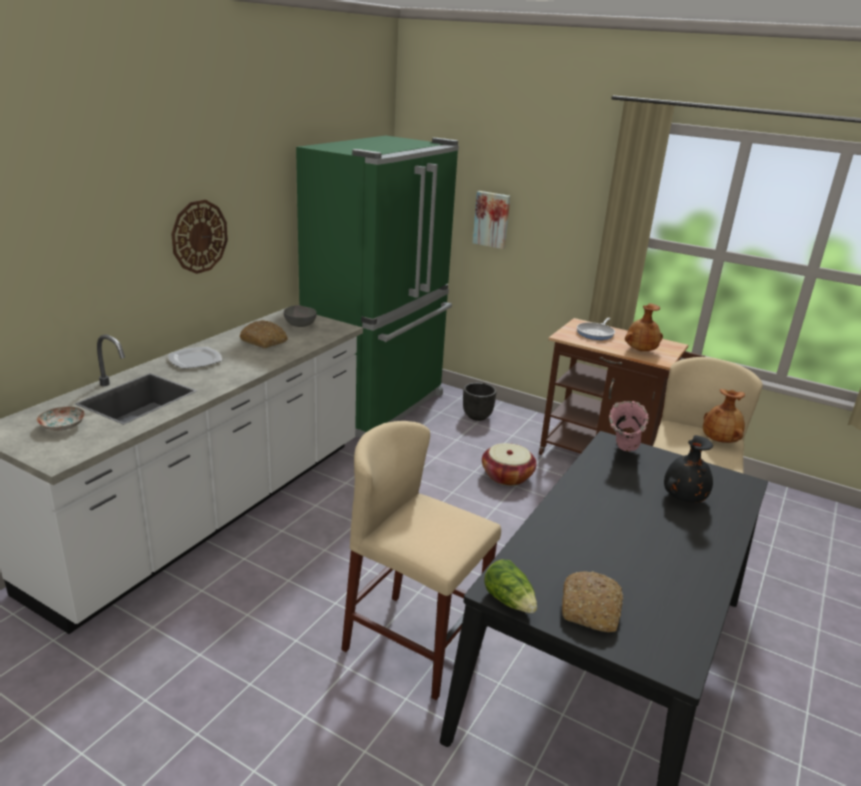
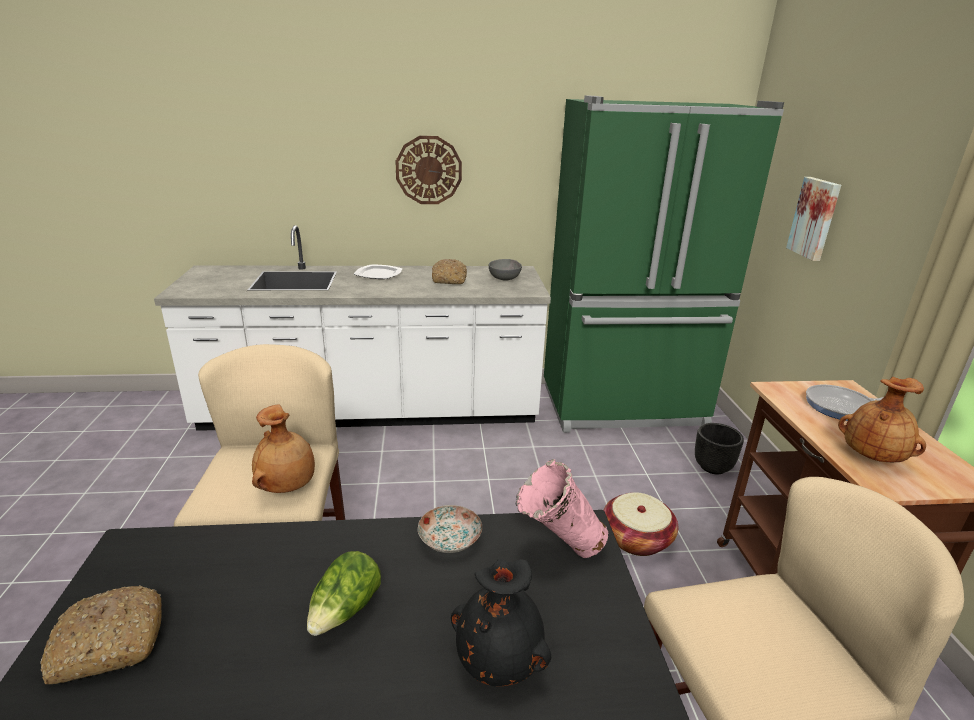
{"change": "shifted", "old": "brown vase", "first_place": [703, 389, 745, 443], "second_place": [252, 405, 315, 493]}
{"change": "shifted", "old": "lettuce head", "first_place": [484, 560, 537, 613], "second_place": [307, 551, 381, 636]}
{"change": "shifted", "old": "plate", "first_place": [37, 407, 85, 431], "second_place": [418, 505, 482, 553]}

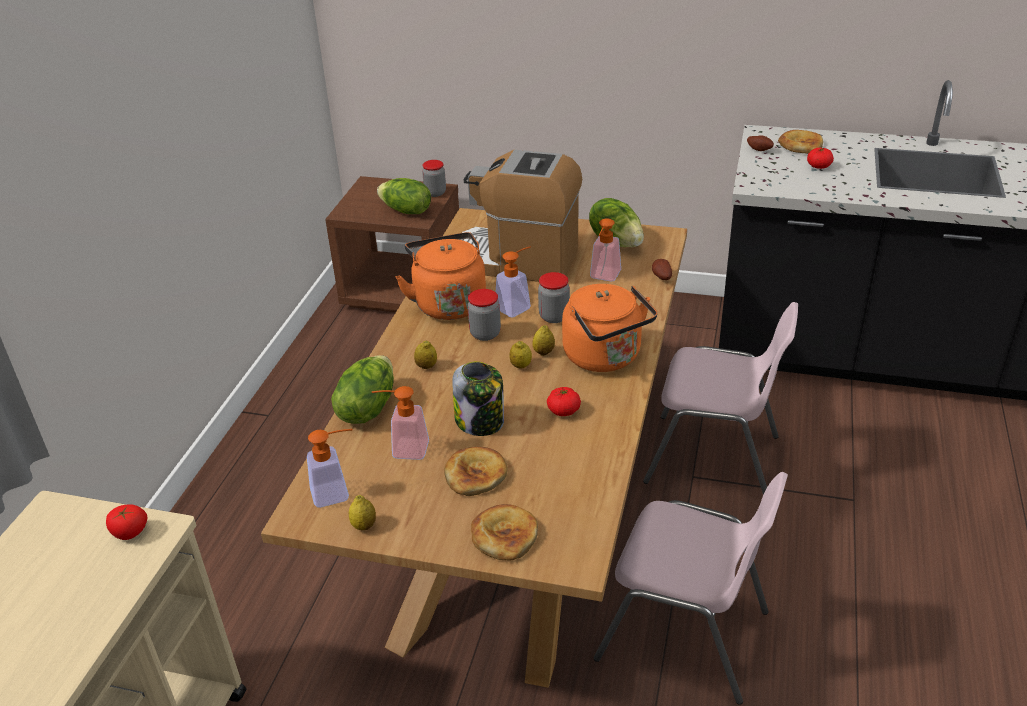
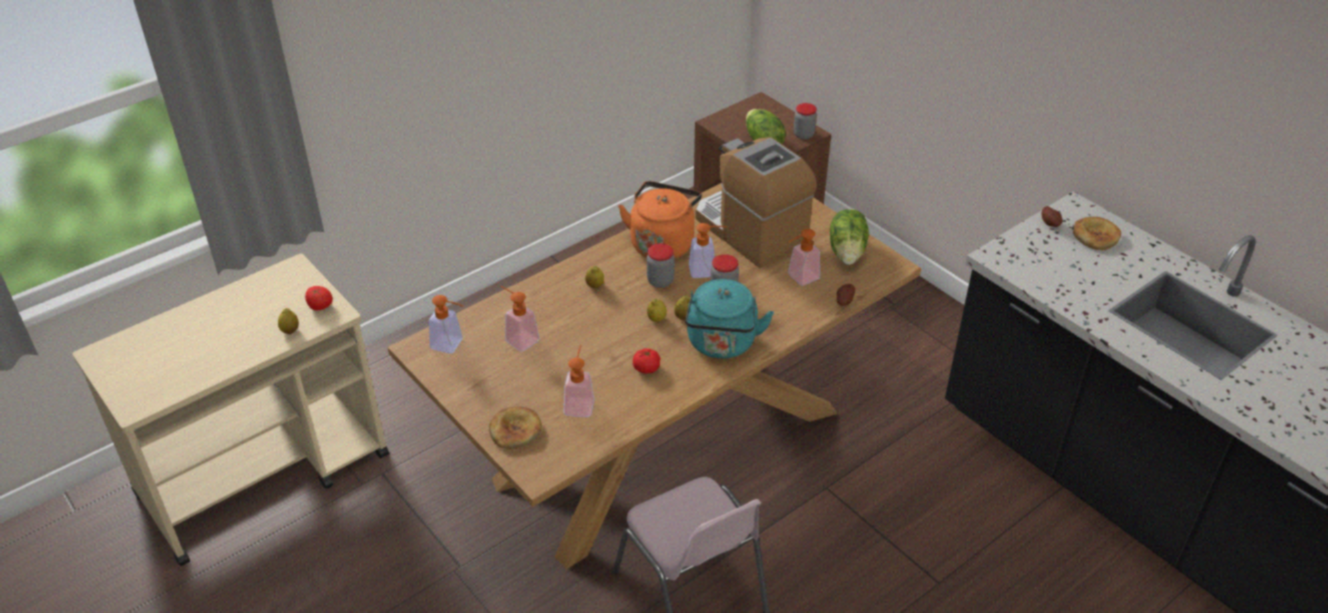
{"change": "shifted", "old": "whole lemon", "first_place": [349, 495, 376, 530], "second_place": [278, 308, 299, 334]}
{"change": "new", "new": "liquid soap bottle", "second_place": [564, 345, 594, 417]}
{"change": "repainted", "old": "orange-coloured kettle", "new": "blue-green kettle", "first_place": [562, 284, 657, 372], "second_place": [685, 279, 774, 359]}
{"change": "gone", "old": "lettuce head", "first_place": [331, 355, 394, 424]}
{"change": "gone", "old": "bread", "first_place": [444, 447, 508, 496]}
{"change": "gone", "old": "jar", "first_place": [452, 361, 504, 436]}
{"change": "gone", "old": "pink chair", "first_place": [643, 302, 798, 495]}
{"change": "gone", "old": "fresh tomato", "first_place": [807, 148, 834, 169]}

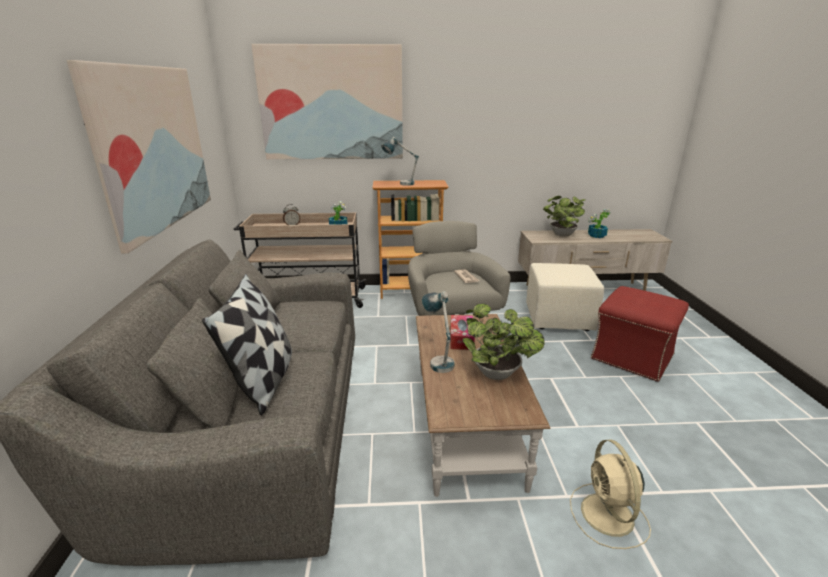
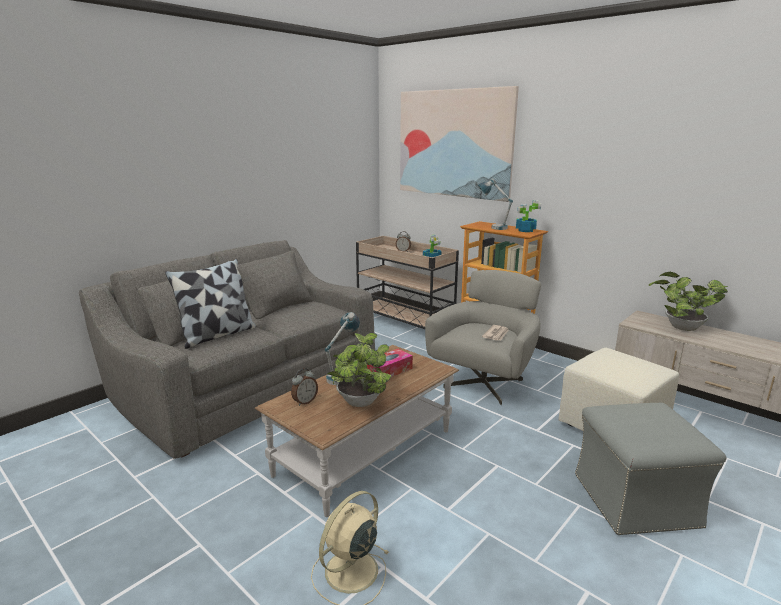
{"change": "new", "new": "table clock", "second_place": [291, 368, 318, 406]}
{"change": "shifted", "old": "potted plant", "first_place": [588, 209, 611, 238], "second_place": [516, 200, 541, 232]}
{"change": "repainted", "old": "reddish ottoman", "new": "greyish ottoman", "first_place": [591, 286, 689, 382], "second_place": [575, 403, 726, 535]}
{"change": "gone", "old": "wall art", "first_place": [66, 60, 211, 254]}

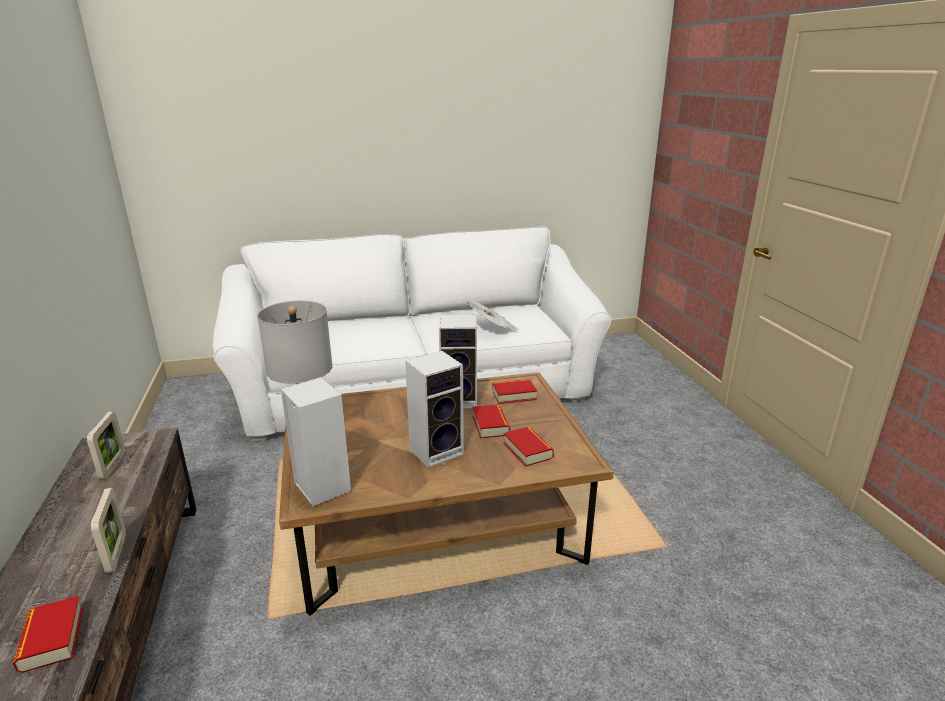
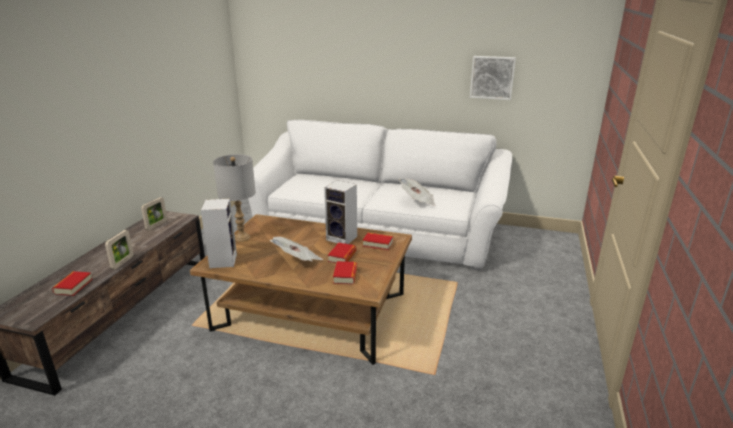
{"change": "swapped", "old": "audio speaker", "new": "printed paper", "first_place": [405, 351, 464, 468], "second_place": [270, 237, 323, 261]}
{"change": "new", "new": "wall art", "second_place": [470, 56, 516, 100]}

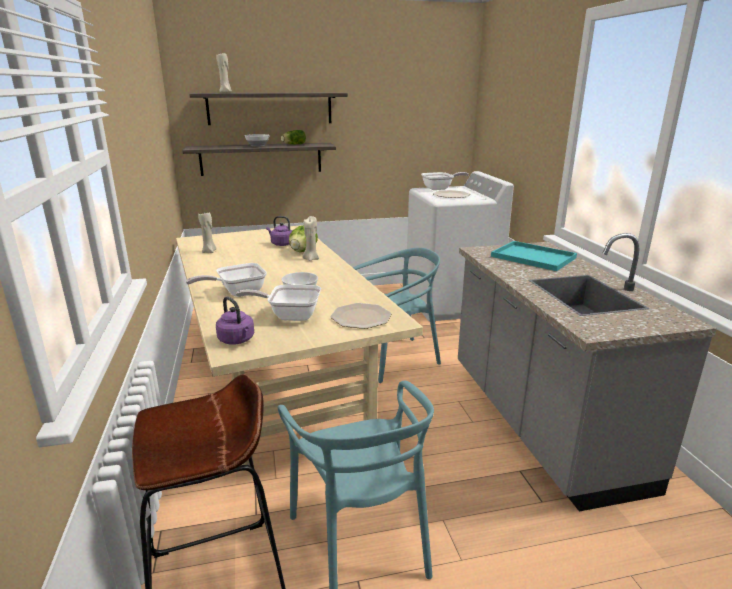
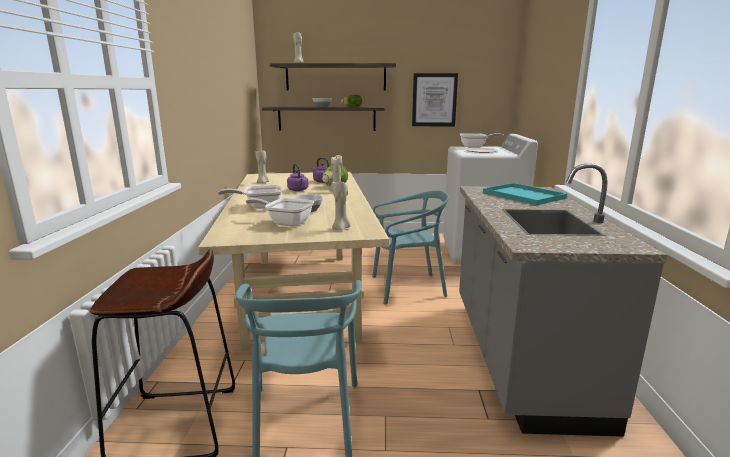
{"change": "shifted", "old": "purplish kettle", "first_place": [216, 297, 254, 345], "second_place": [287, 164, 308, 191]}
{"change": "swapped", "old": "plate", "new": "beige wax light", "first_place": [330, 303, 391, 329], "second_place": [332, 182, 350, 231]}
{"change": "new", "new": "wall art", "second_place": [412, 73, 458, 126]}

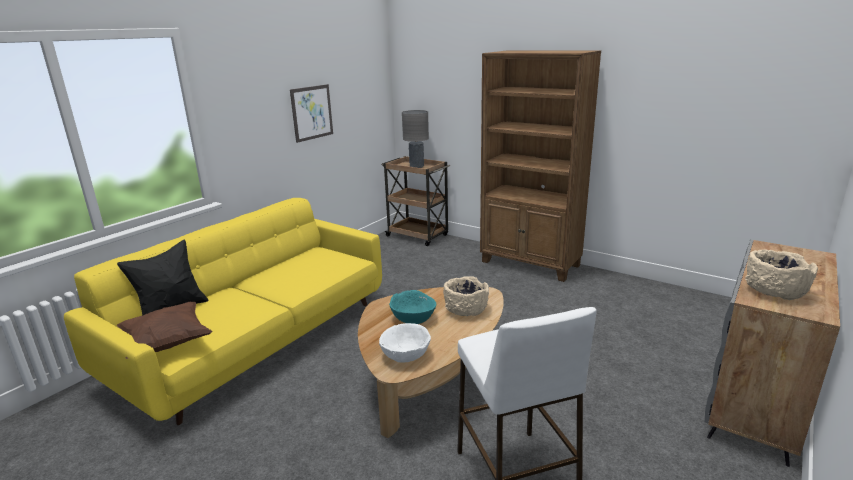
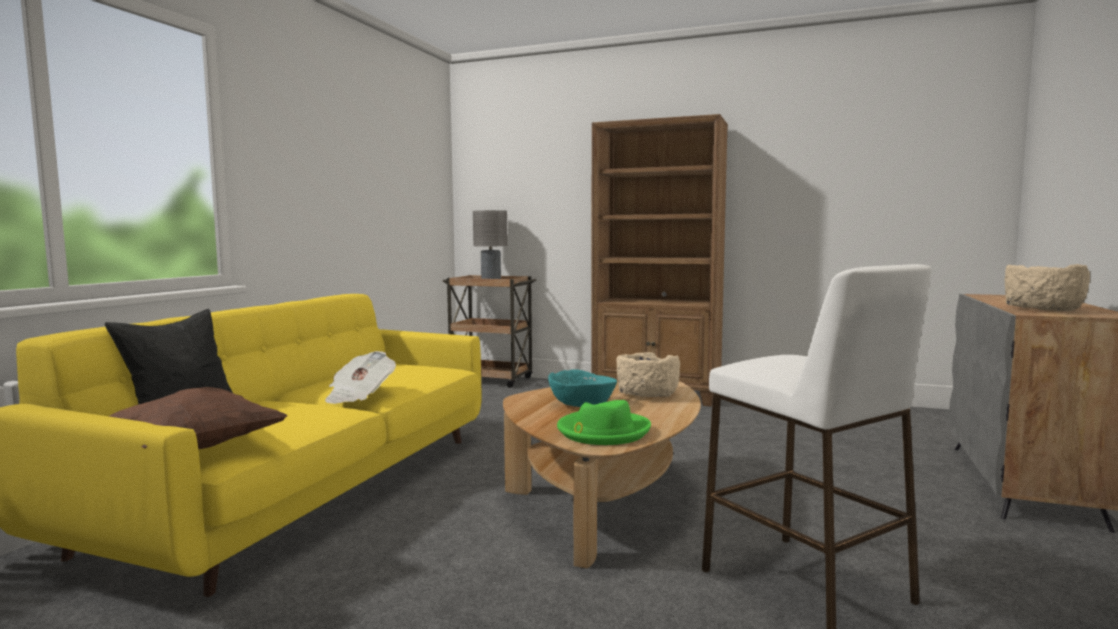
{"change": "new", "new": "printed paper", "second_place": [325, 351, 396, 404]}
{"change": "swapped", "old": "whitish deep dish", "new": "green-coloured clothing hat", "first_place": [379, 323, 431, 362], "second_place": [557, 400, 651, 445]}
{"change": "gone", "old": "wall art", "first_place": [290, 84, 333, 143]}

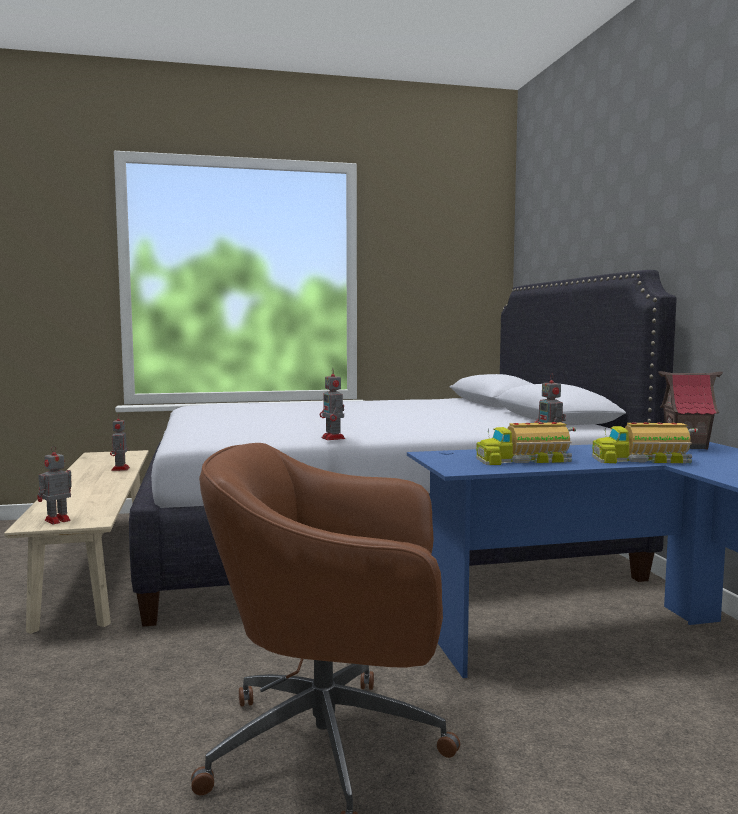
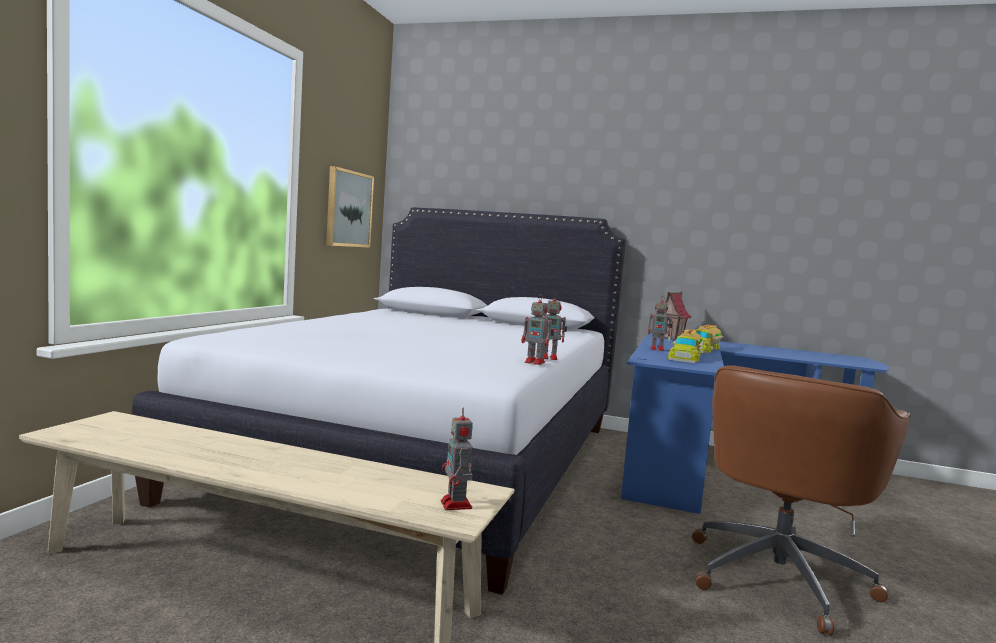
{"change": "new", "new": "wall art", "second_place": [326, 166, 374, 248]}
{"change": "shifted", "old": "robot figure", "first_place": [110, 414, 130, 471], "second_place": [521, 294, 554, 365]}

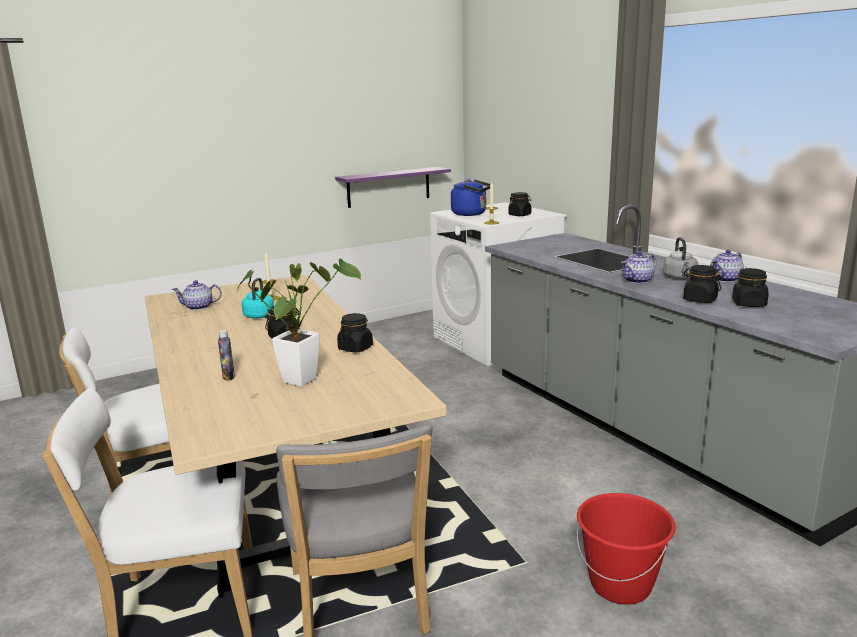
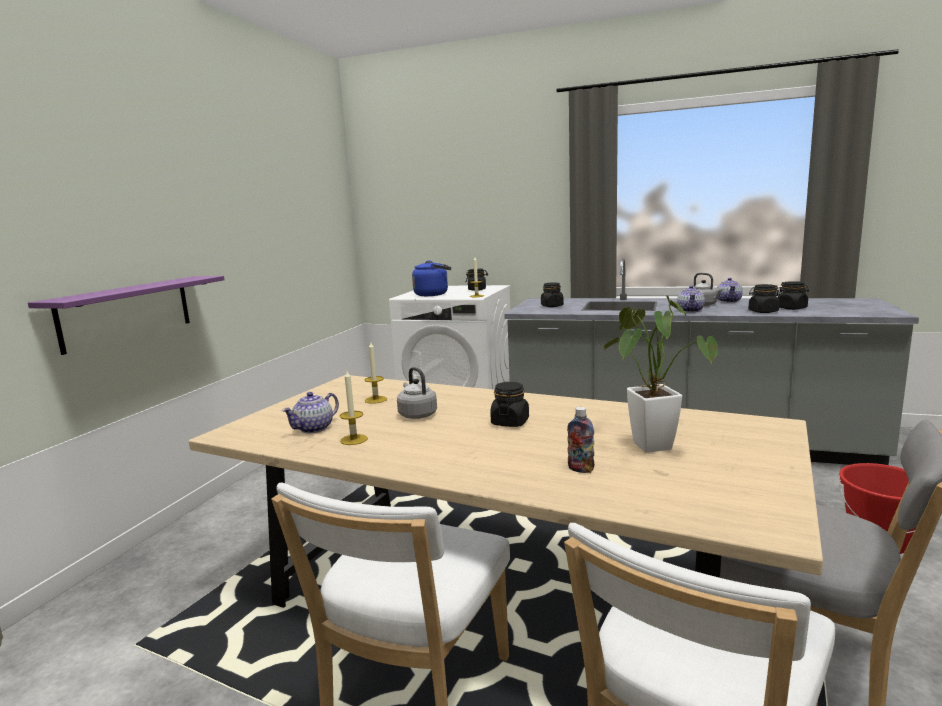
{"change": "shifted", "old": "purplish bracket shelf", "first_place": [335, 167, 451, 208], "second_place": [28, 276, 224, 355]}
{"change": "new", "new": "wax light", "second_place": [340, 371, 368, 445]}
{"change": "repainted", "old": "blue-green kettle", "new": "greyish kettle", "first_place": [241, 278, 274, 319], "second_place": [397, 367, 437, 419]}
{"change": "shifted", "old": "black jar", "first_place": [337, 313, 373, 353], "second_place": [541, 283, 564, 307]}

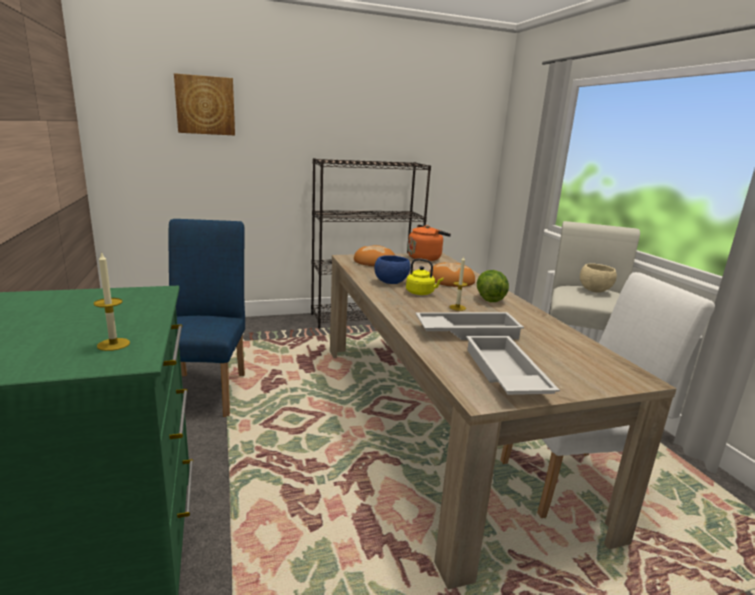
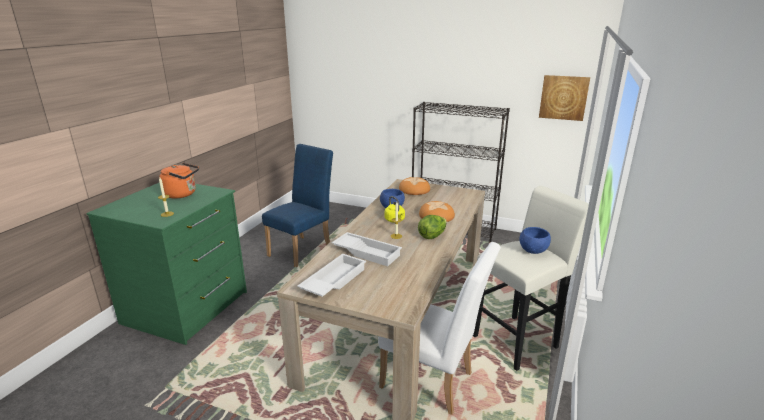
{"change": "shifted", "old": "orange-coloured kettle", "first_place": [408, 225, 451, 261], "second_place": [159, 163, 199, 198]}
{"change": "repainted", "old": "beige deep dish", "new": "bluish deep dish", "first_place": [580, 264, 617, 293], "second_place": [519, 227, 551, 254]}
{"change": "shifted", "old": "wall art", "first_place": [174, 73, 235, 135], "second_place": [539, 75, 590, 121]}

